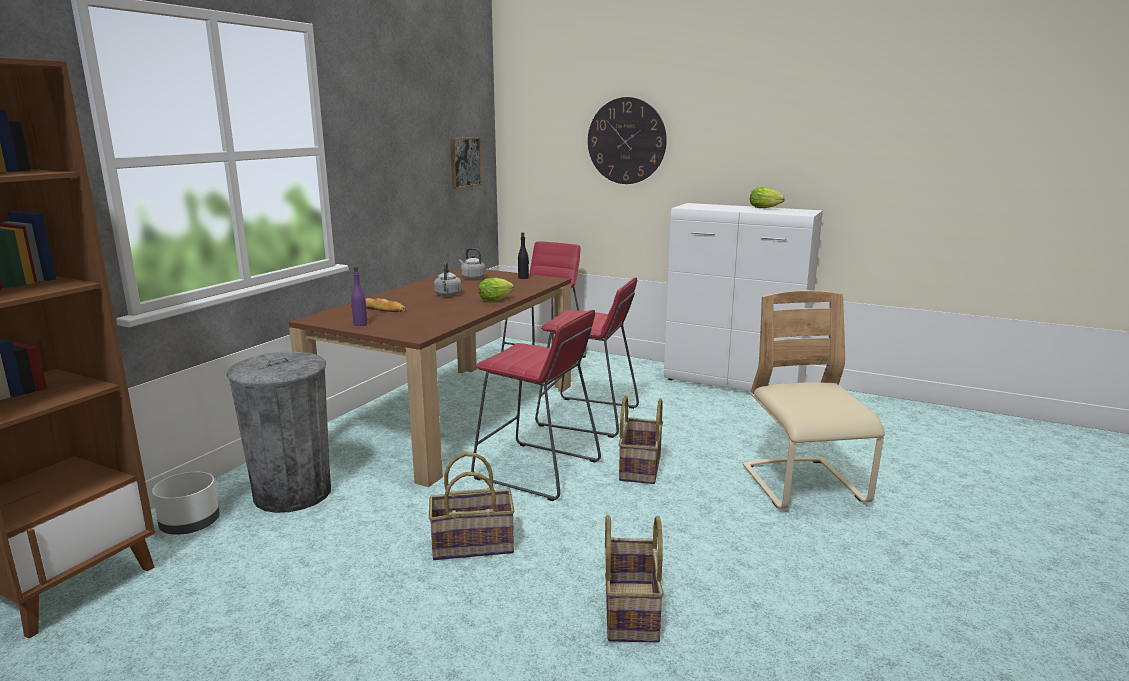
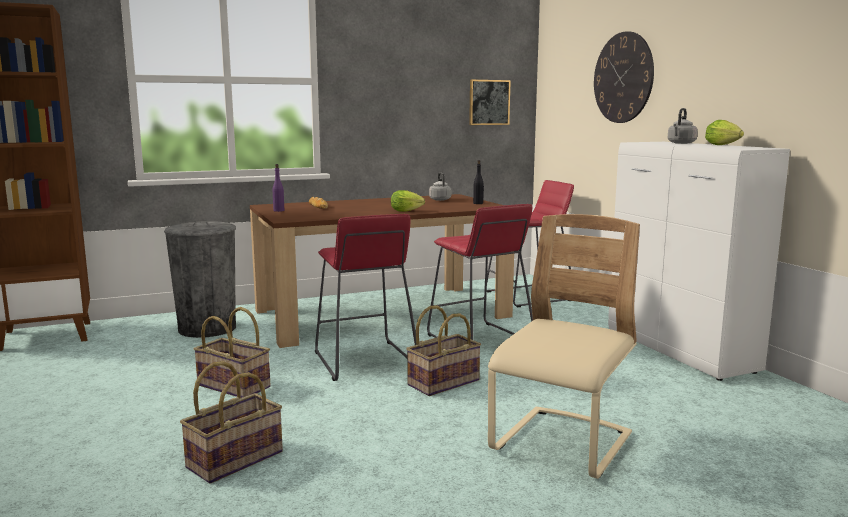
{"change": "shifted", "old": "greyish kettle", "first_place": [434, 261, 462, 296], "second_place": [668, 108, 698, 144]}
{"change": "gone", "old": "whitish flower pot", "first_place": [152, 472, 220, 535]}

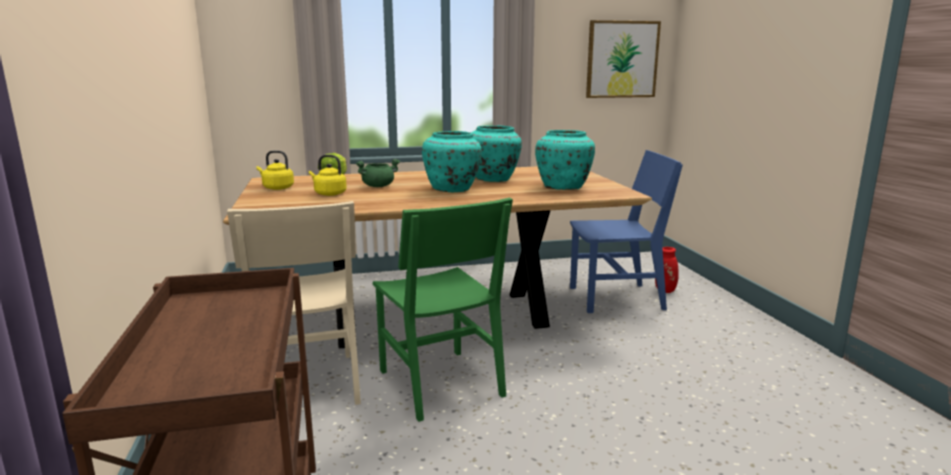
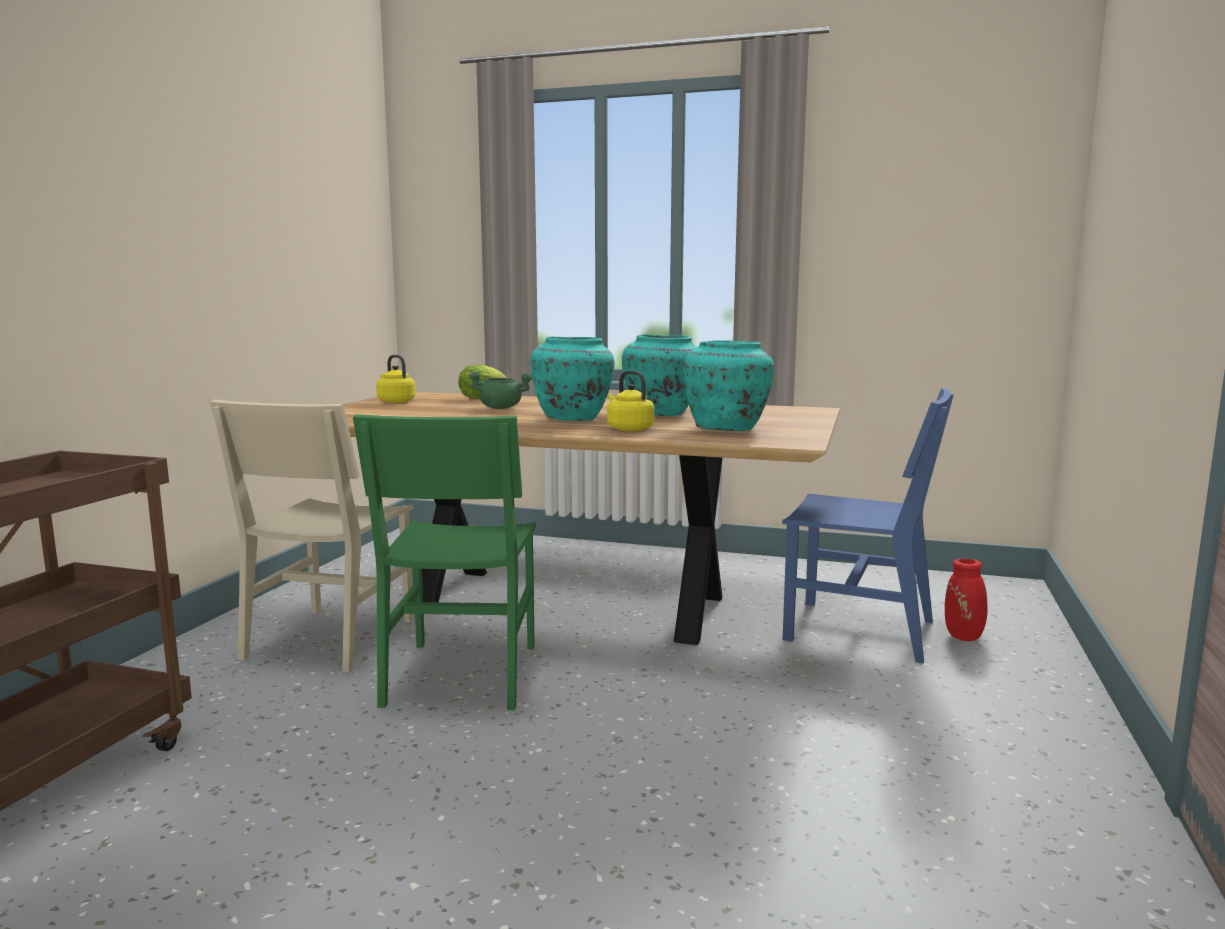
{"change": "shifted", "old": "yellow kettle", "first_place": [309, 155, 347, 196], "second_place": [607, 371, 654, 431]}
{"change": "gone", "old": "wall art", "first_place": [586, 20, 661, 98]}

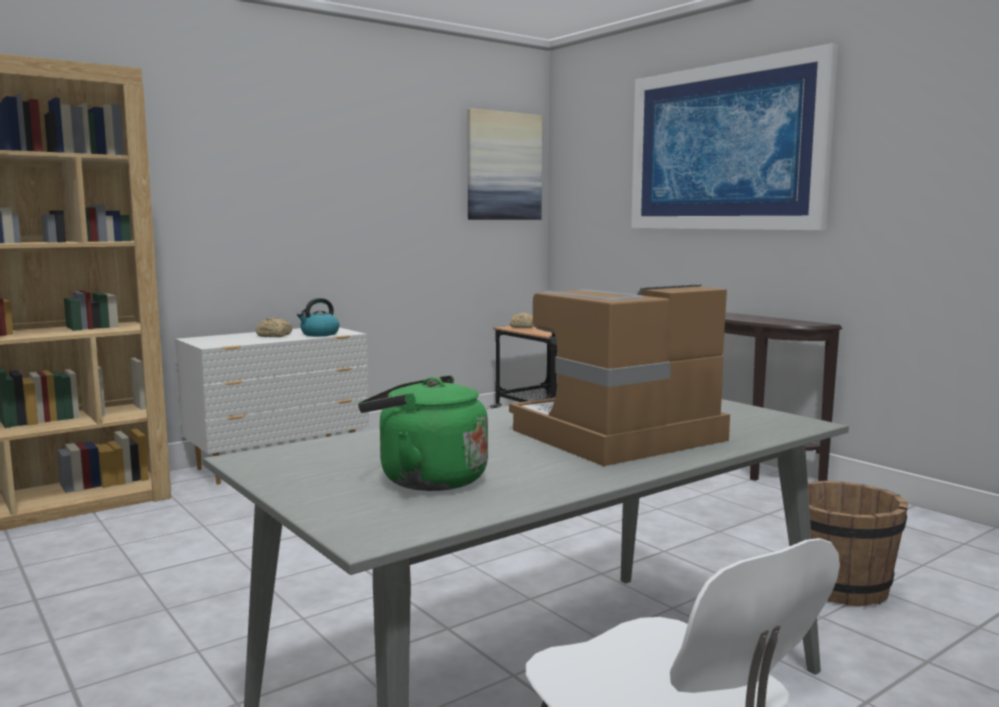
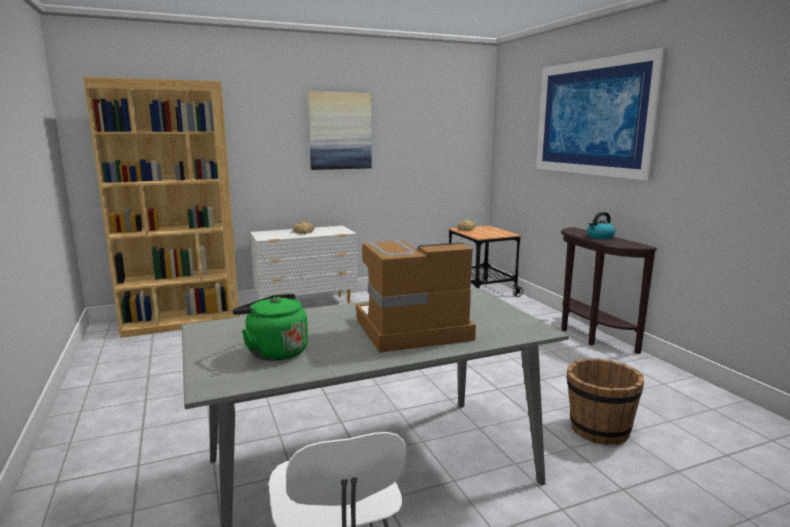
{"change": "shifted", "old": "wall art", "first_place": [467, 108, 542, 220], "second_place": [308, 92, 372, 170]}
{"change": "shifted", "old": "kettle", "first_place": [297, 298, 339, 336], "second_place": [587, 212, 615, 239]}

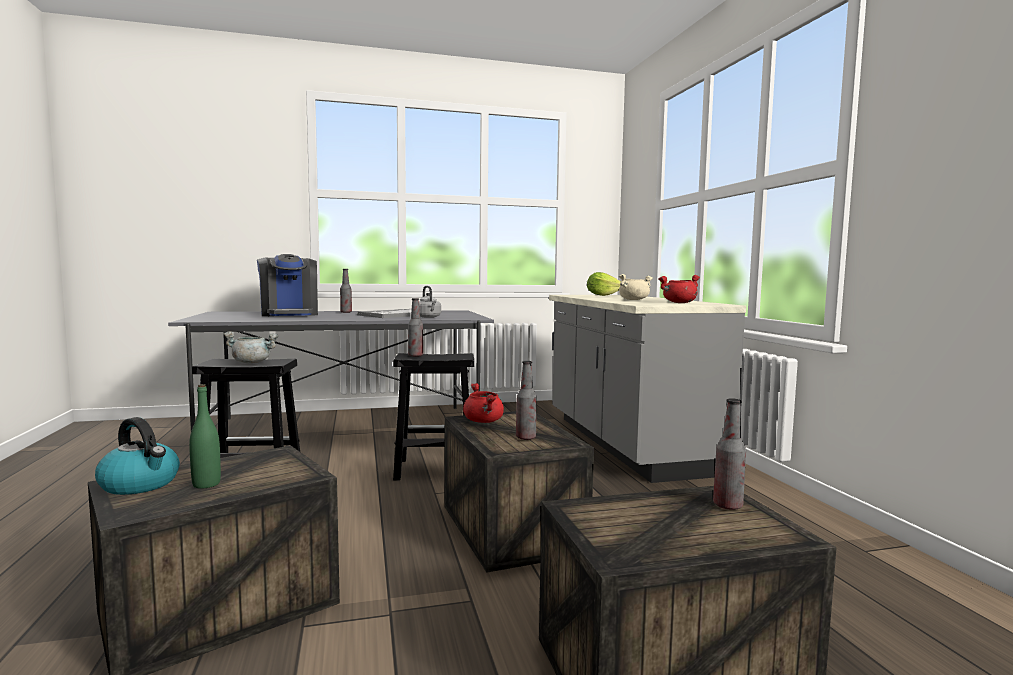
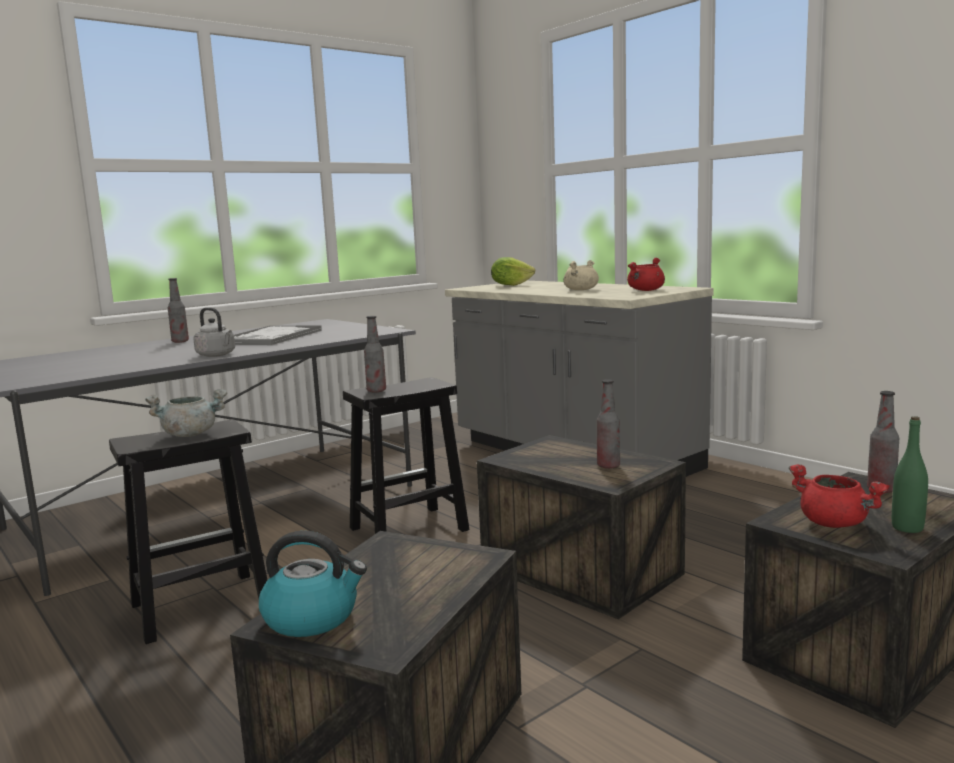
{"change": "shifted", "old": "greyish kettle", "first_place": [419, 286, 441, 318], "second_place": [193, 307, 235, 357]}
{"change": "shifted", "old": "reddish stockpot", "first_place": [463, 383, 504, 423], "second_place": [789, 464, 889, 528]}
{"change": "shifted", "old": "green-coloured drink bottle", "first_place": [189, 384, 221, 489], "second_place": [892, 416, 928, 533]}
{"change": "gone", "old": "coffee machine", "first_place": [257, 254, 318, 316]}

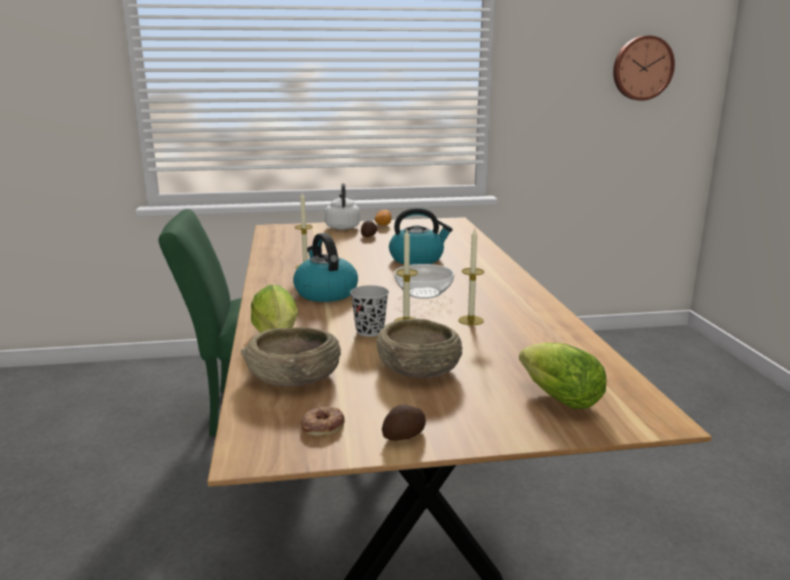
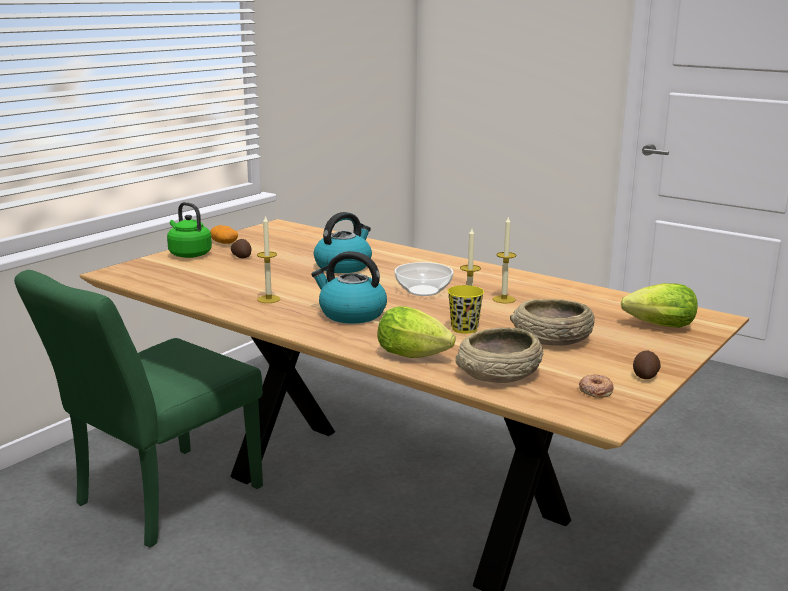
{"change": "repainted", "old": "whitish kettle", "new": "green-coloured kettle", "first_place": [324, 183, 360, 230], "second_place": [167, 202, 212, 258]}
{"change": "repainted", "old": "black small cup", "new": "yellow small cup", "first_place": [350, 285, 389, 337], "second_place": [448, 285, 484, 334]}
{"change": "gone", "old": "clock on the wall", "first_place": [613, 36, 675, 101]}

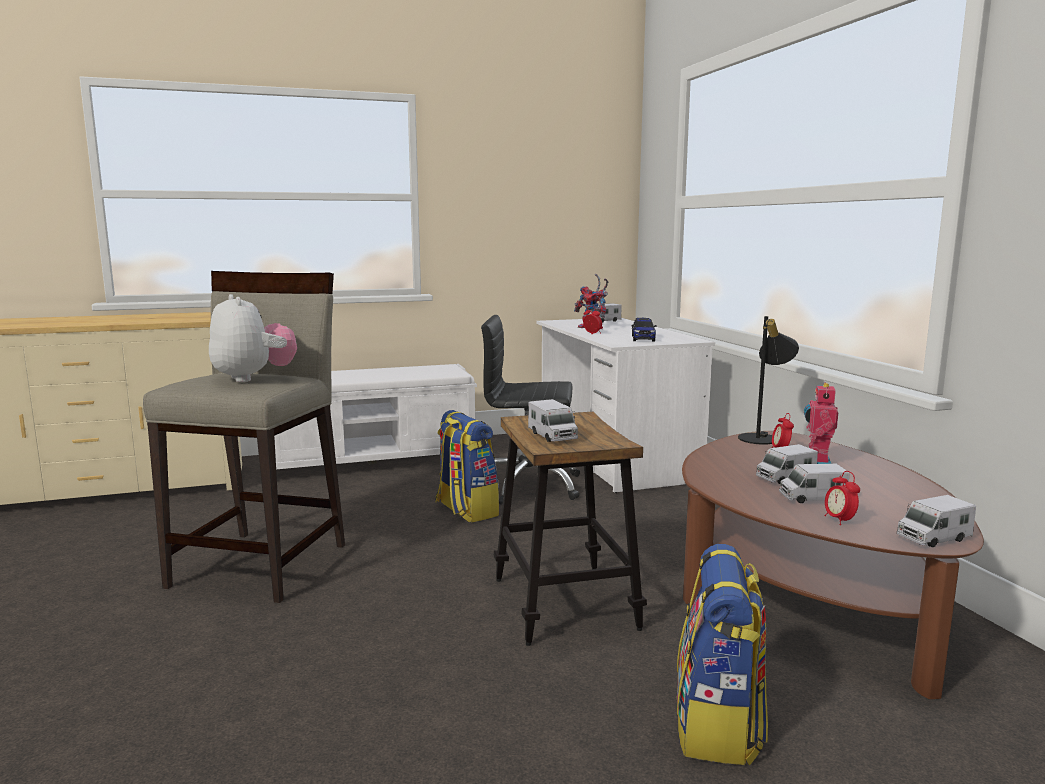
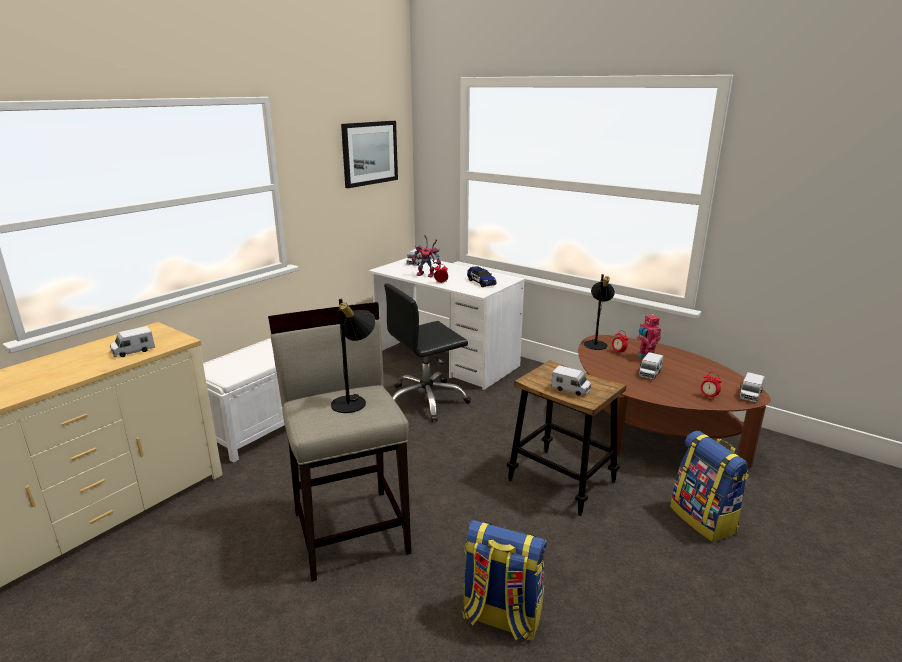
{"change": "shifted", "old": "toy truck", "first_place": [779, 464, 850, 503], "second_place": [110, 326, 155, 357]}
{"change": "swapped", "old": "cuddly toy", "new": "black tabletop lamp", "first_place": [209, 294, 297, 382], "second_place": [331, 299, 375, 413]}
{"change": "new", "new": "wall art", "second_place": [341, 121, 398, 188]}
{"change": "shifted", "old": "knapsack", "first_place": [435, 410, 499, 523], "second_place": [462, 520, 547, 641]}

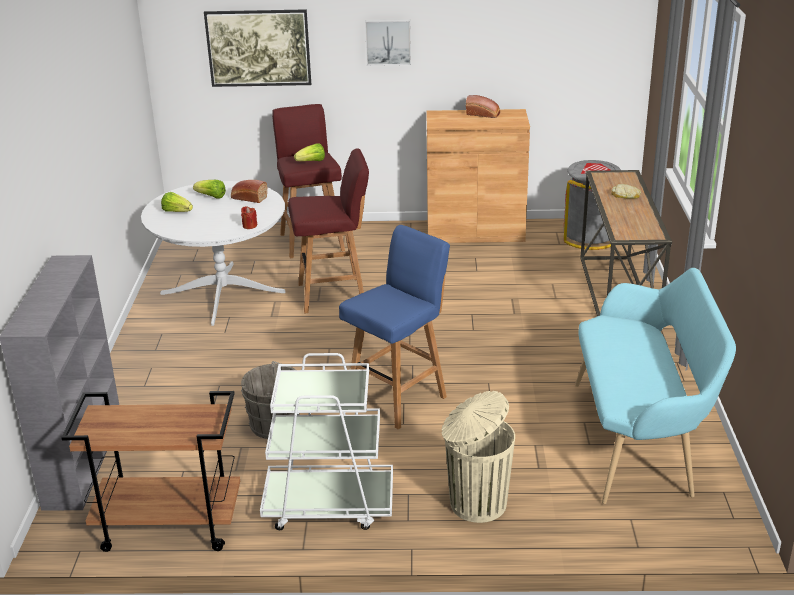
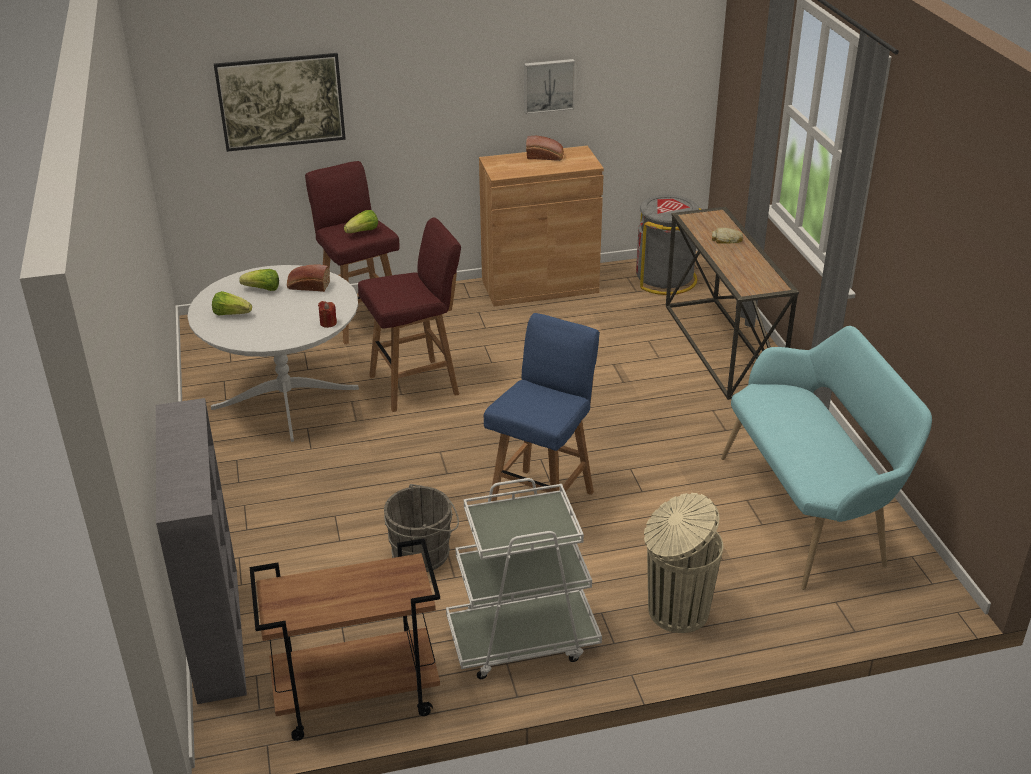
{"change": "shifted", "old": "wall art", "first_place": [365, 19, 411, 66], "second_place": [524, 59, 575, 114]}

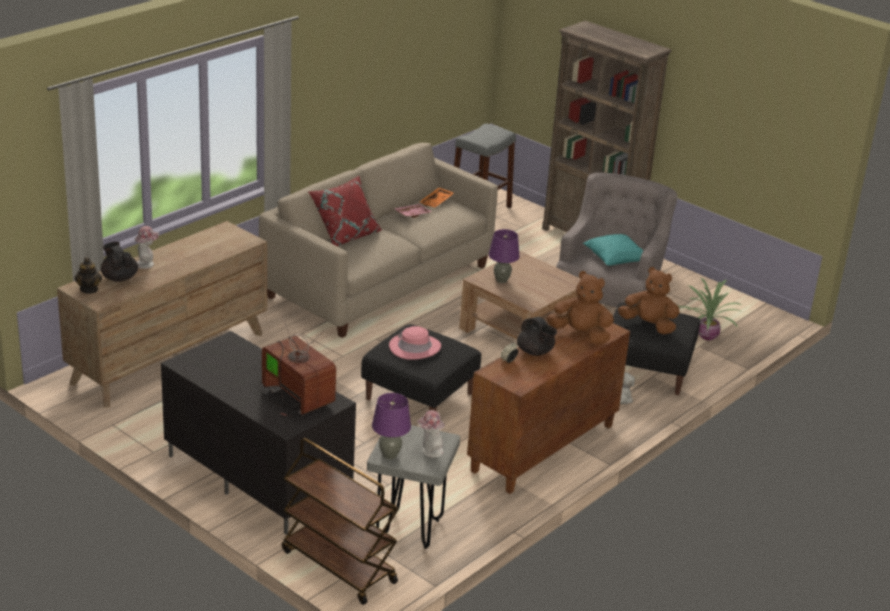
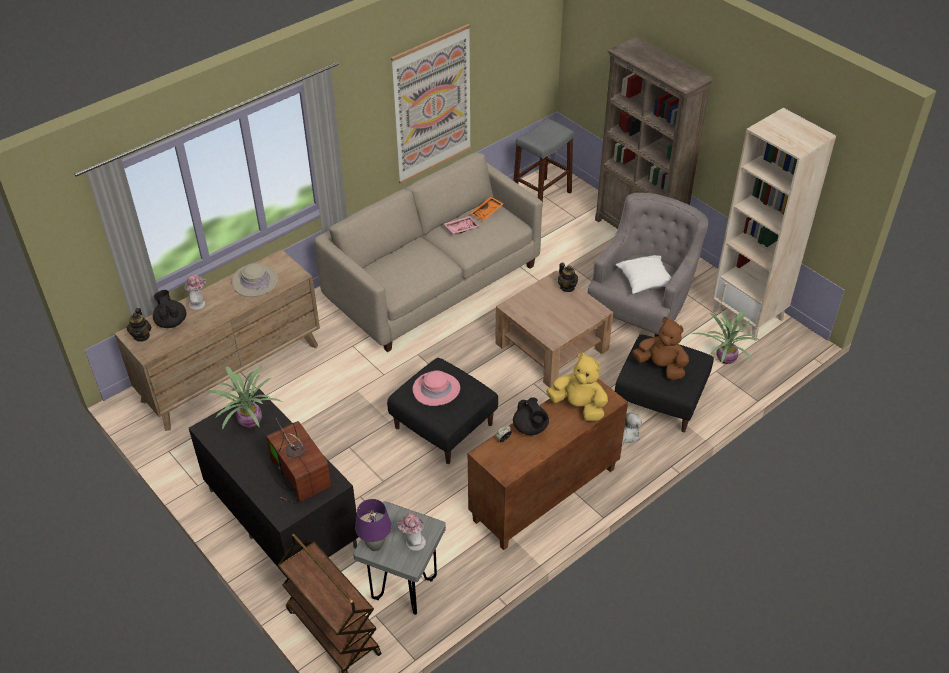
{"change": "new", "new": "potted plant", "second_place": [204, 365, 282, 430]}
{"change": "new", "new": "beige clothing hat", "second_place": [232, 263, 278, 297]}
{"change": "new", "new": "wall art", "second_place": [391, 24, 471, 184]}
{"change": "repainted", "old": "brown cuddly toy", "new": "yellow cuddly toy", "first_place": [546, 271, 614, 345], "second_place": [546, 352, 608, 422]}
{"change": "new", "new": "pot for tea", "second_place": [558, 263, 578, 292]}
{"change": "repainted", "old": "blue-green pillow", "new": "whitish pillow", "first_place": [583, 234, 644, 266], "second_place": [616, 255, 672, 294]}
{"change": "new", "new": "beige shelving unit", "second_place": [712, 108, 836, 338]}
{"change": "gone", "old": "reddish pillow", "first_place": [309, 176, 383, 246]}
{"change": "gone", "old": "purplish tabletop lamp", "first_place": [489, 229, 520, 283]}

